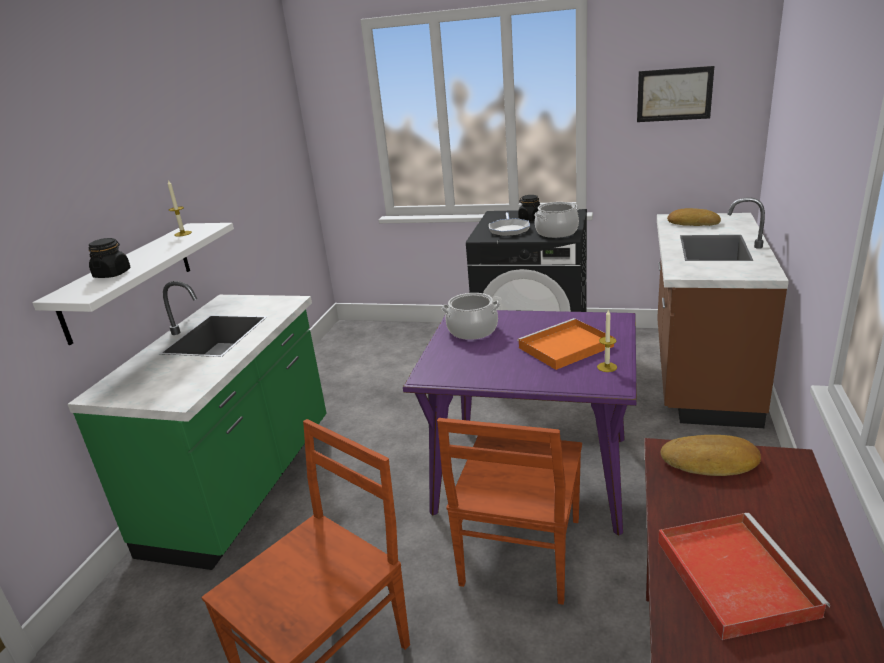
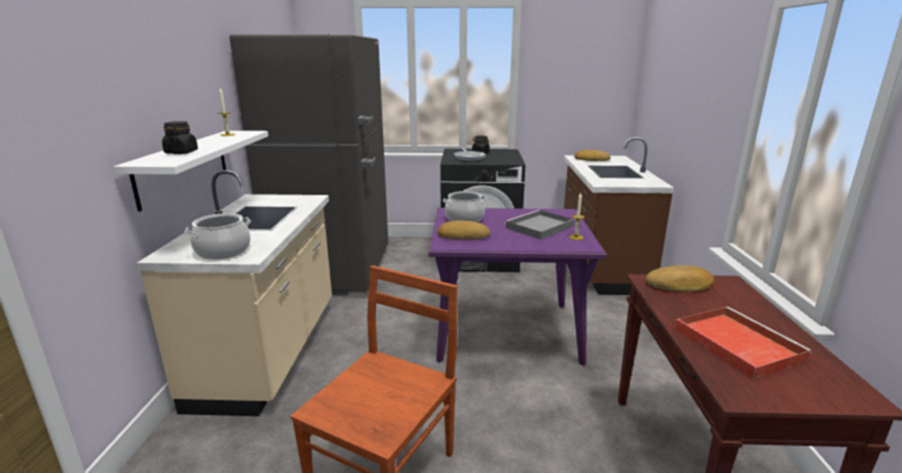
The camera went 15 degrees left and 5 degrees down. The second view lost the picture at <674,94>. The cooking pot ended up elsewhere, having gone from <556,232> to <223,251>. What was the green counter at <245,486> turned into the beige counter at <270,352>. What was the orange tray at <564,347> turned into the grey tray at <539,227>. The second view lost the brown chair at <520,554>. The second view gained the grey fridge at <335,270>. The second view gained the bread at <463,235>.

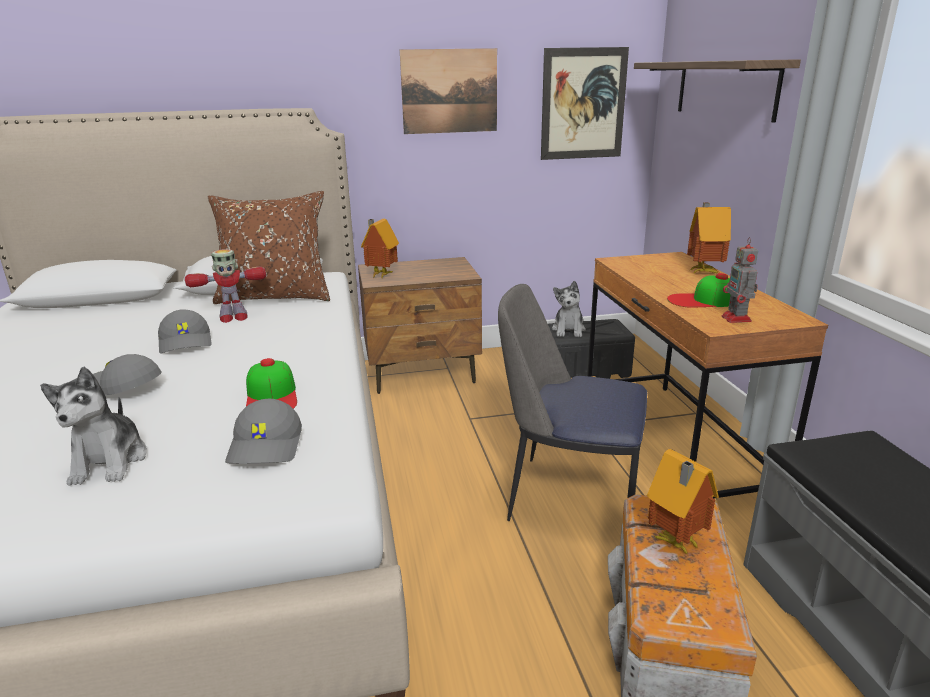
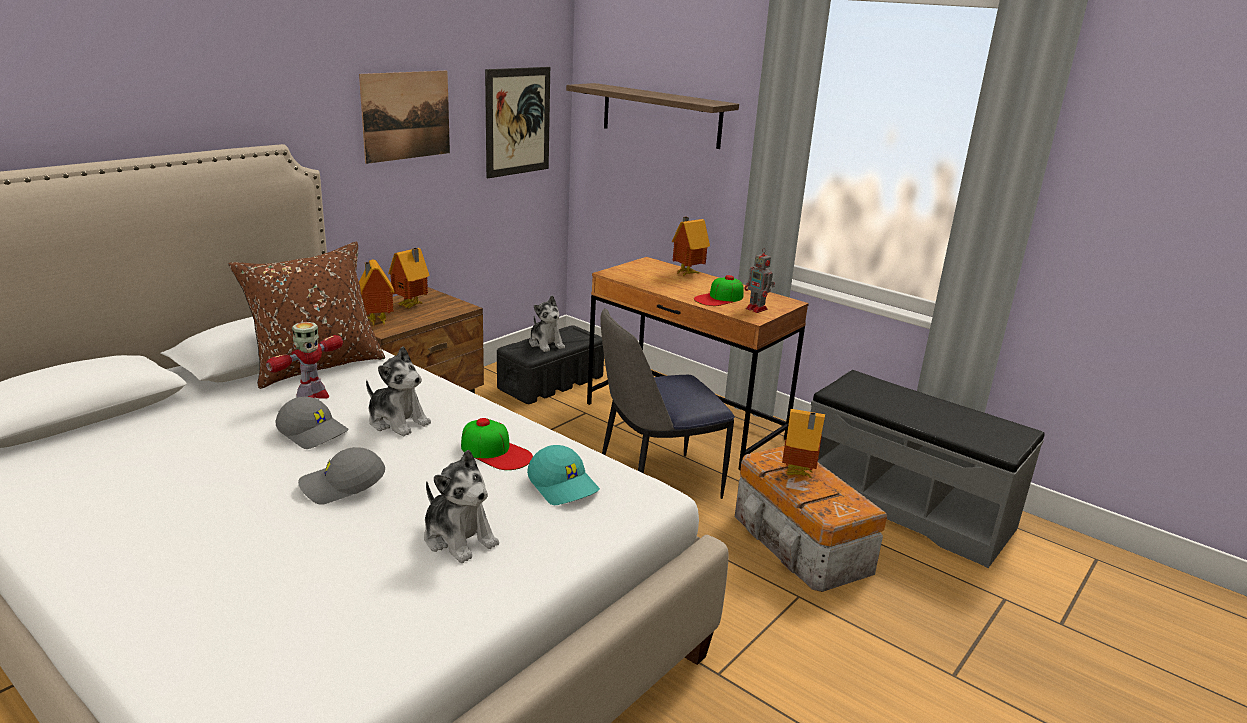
The camera went 40 degrees left and 0 degrees up. What was the grey cap at <267,446> turned into the turquoise cap at <564,485>. The second view gained the toy house at <411,306>. The second view gained the plush toy at <397,421>.

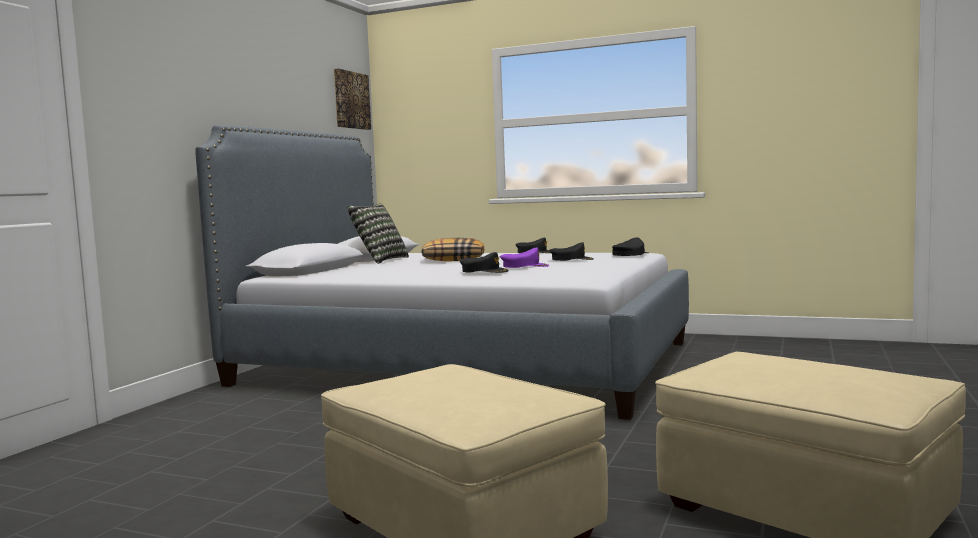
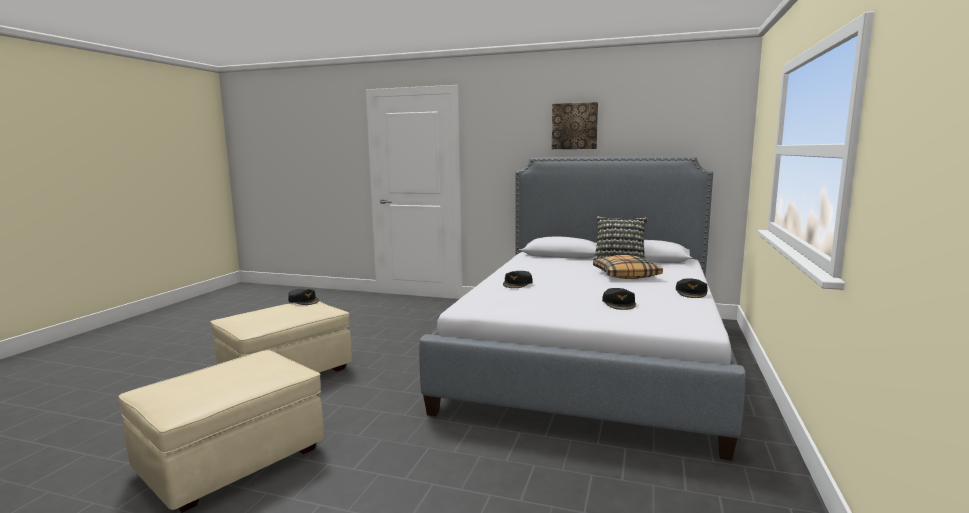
The camera went 85 degrees right and 5 degrees up. The picture ended up elsewhere, having gone from <351,100> to <574,126>. The black cap ended up elsewhere, having gone from <630,254> to <303,301>. The second view lost the purple cap at <524,266>.

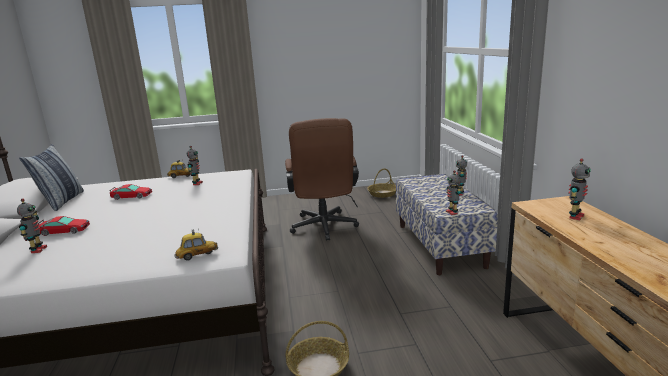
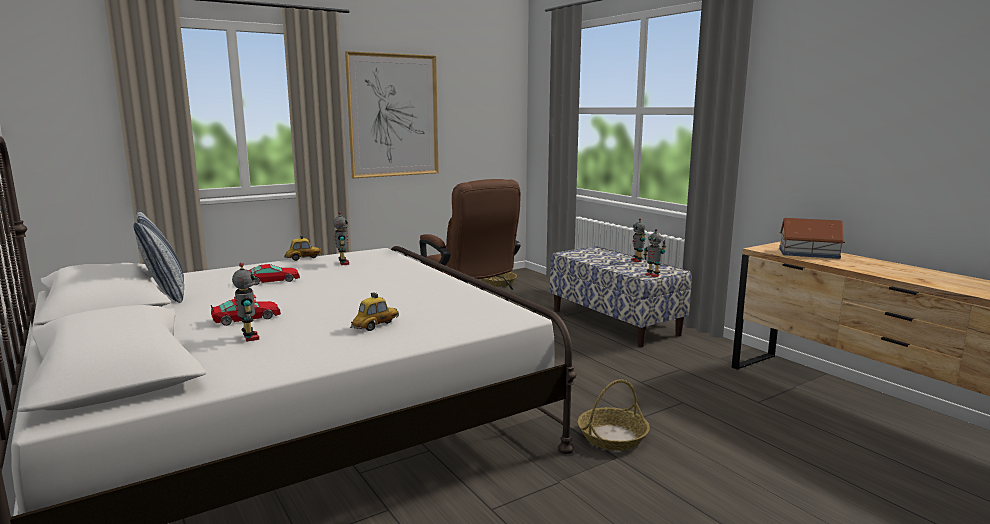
The camera went 25 degrees left and 5 degrees down. Where the toy robot stood at <575,216>, the toy house came to stand at <808,253>. The toy car ended up elsewhere, having gone from <197,255> to <376,326>. The second view gained the picture at <393,115>.

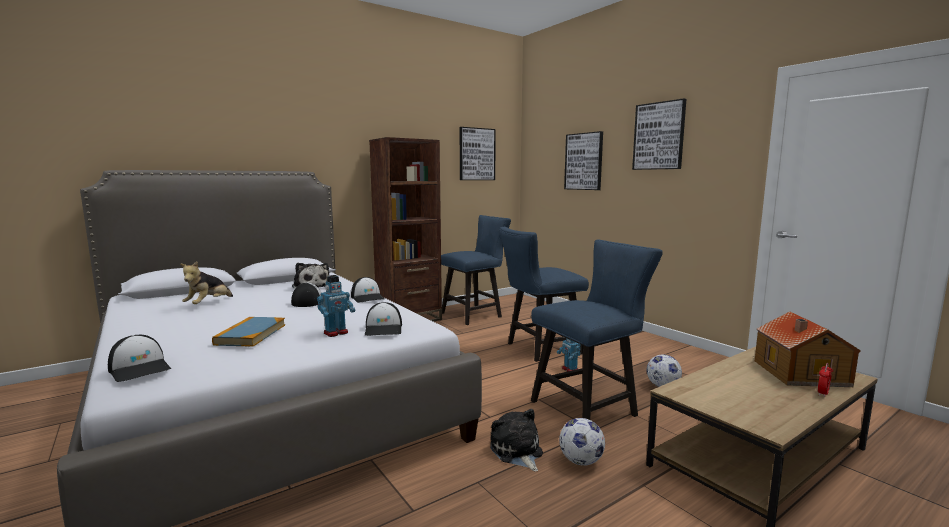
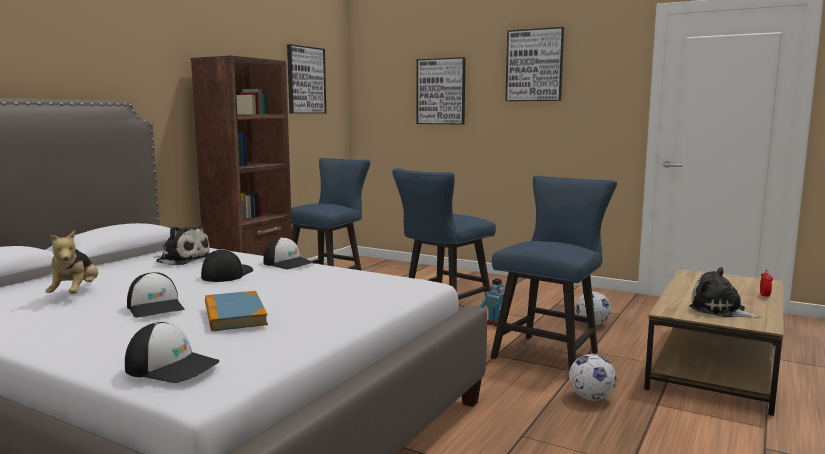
The camera went 25 degrees left and 0 degrees up. The second view lost the toy robot at <336,333>. The cap ended up elsewhere, having gone from <384,329> to <156,307>. The second view lost the toy house at <799,373>. The plush toy ended up elsewhere, having gone from <517,452> to <720,310>.

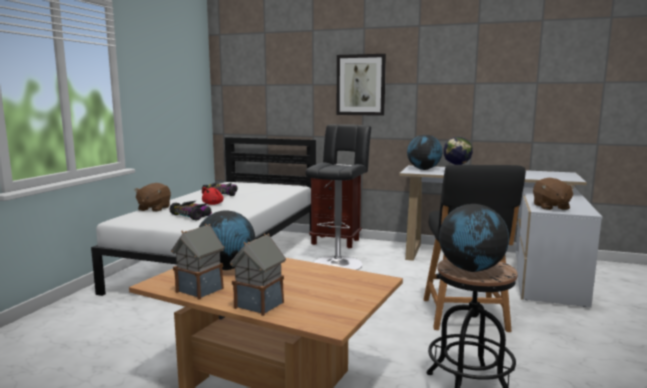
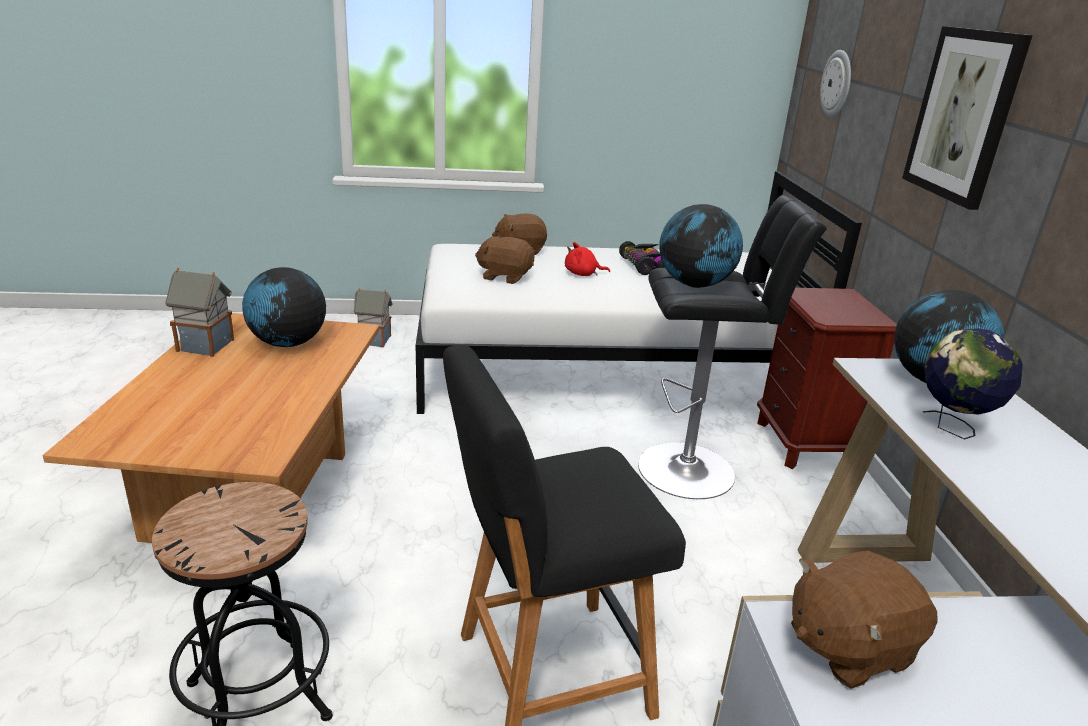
The camera went 65 degrees right and 15 degrees up. Where the toy car stood at <192,216>, the brown plush toy came to stand at <505,276>. The globe ended up elsewhere, having gone from <471,269> to <695,285>. The toy house ended up elsewhere, having gone from <259,304> to <375,340>. The second view gained the wall clock at <837,84>.

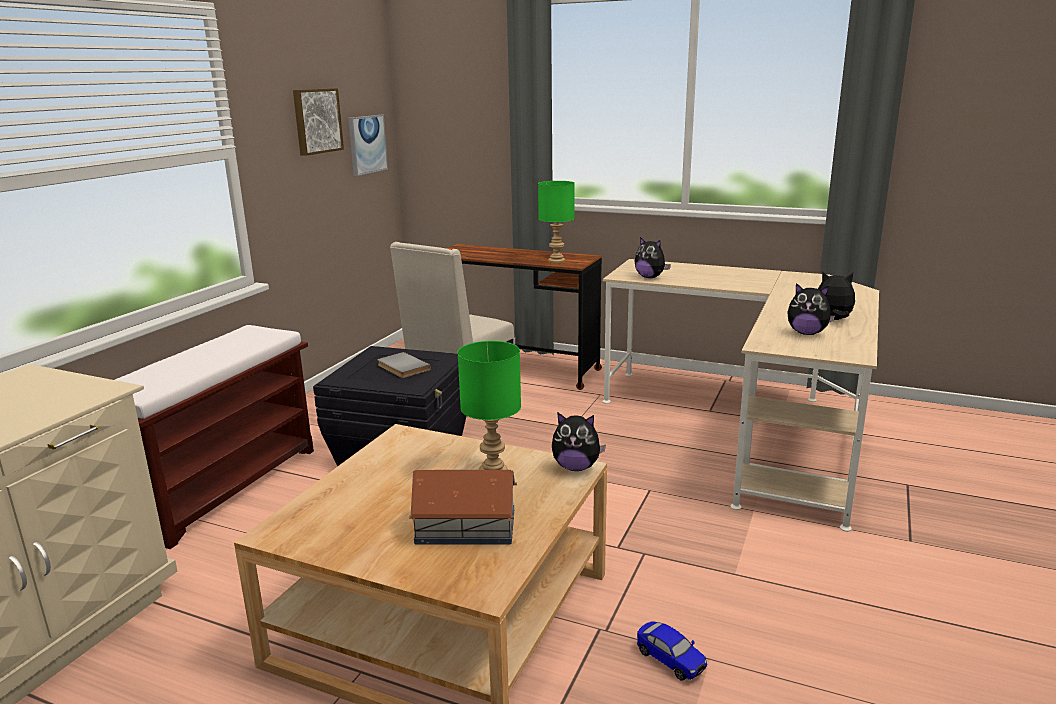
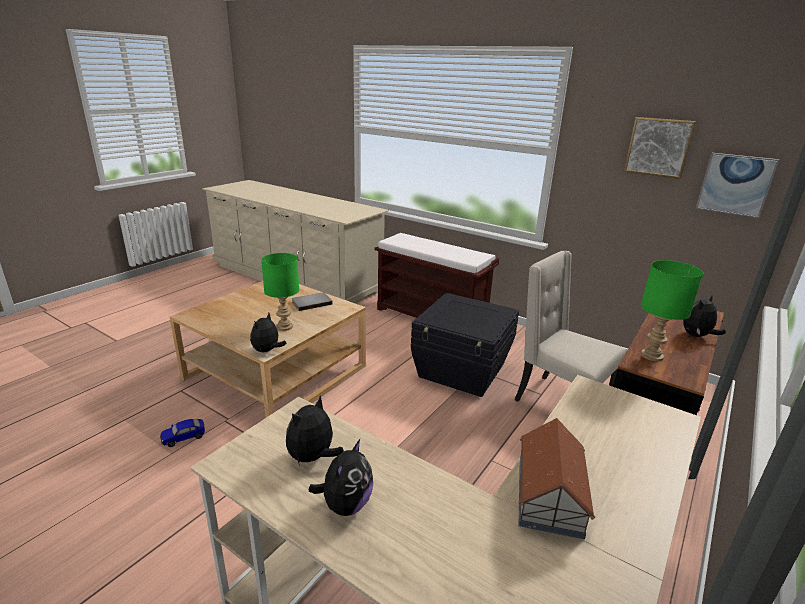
The camera went 100 degrees right and 5 degrees up. The plush toy ended up elsewhere, having gone from <650,277> to <697,336>. The grey book ended up elsewhere, having gone from <401,367> to <311,302>. The toy house ended up elsewhere, having gone from <464,526> to <550,494>.

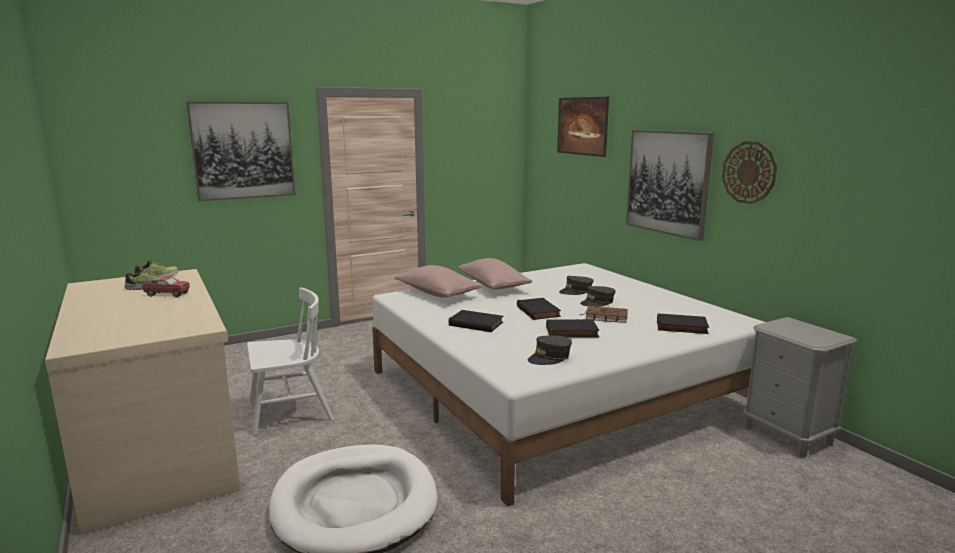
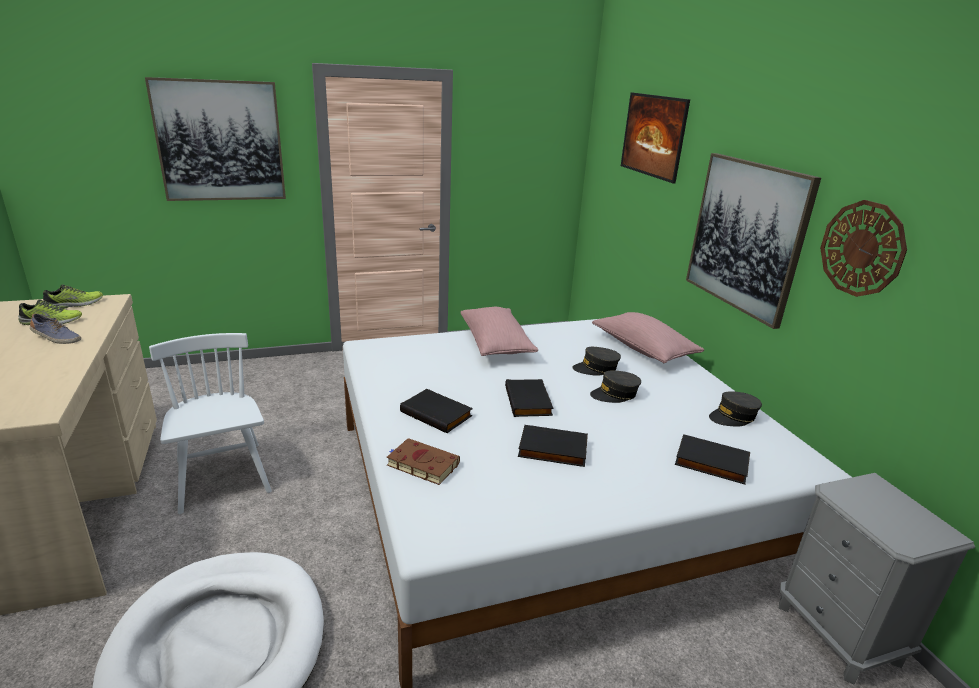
The camera went 10 degrees right and 10 degrees up. The pink pillow ended up elsewhere, having gone from <437,294> to <643,349>. Where the toy truck stood at <167,294>, the shoe came to stand at <56,338>. The white chair at <289,412> ended up facing another way, 105 degrees counterclockwise from before. The brown book ended up elsewhere, having gone from <605,317> to <421,464>. The grey cap ended up elsewhere, having gone from <549,357> to <733,417>.

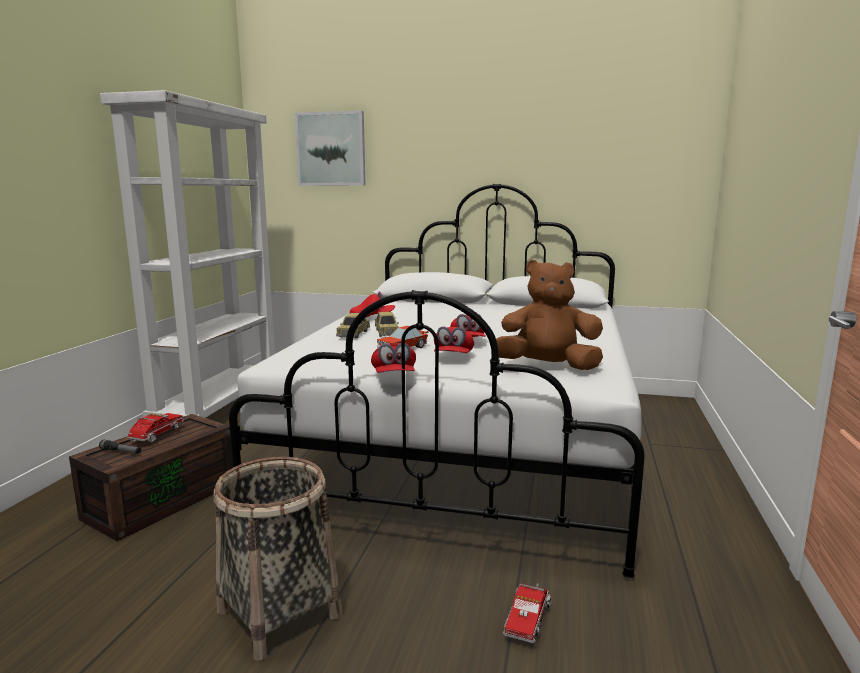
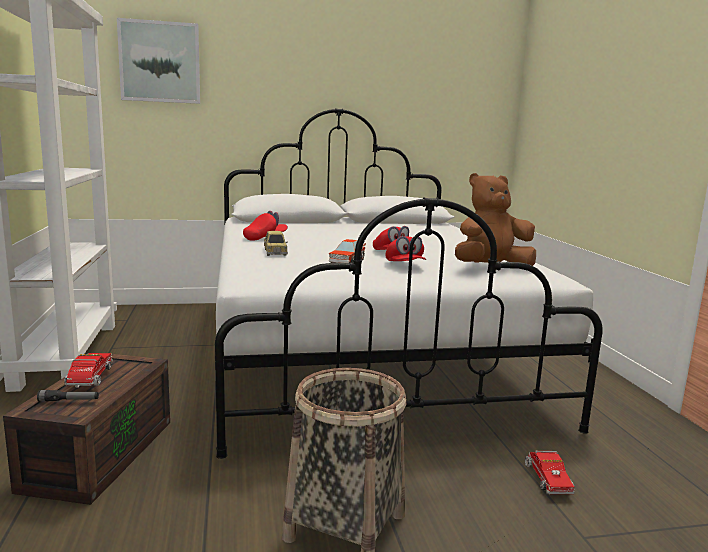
The camera went 25 degrees left and 0 degrees up. The second view lost the toy car at <386,332>. The second view lost the red cap at <394,377>.

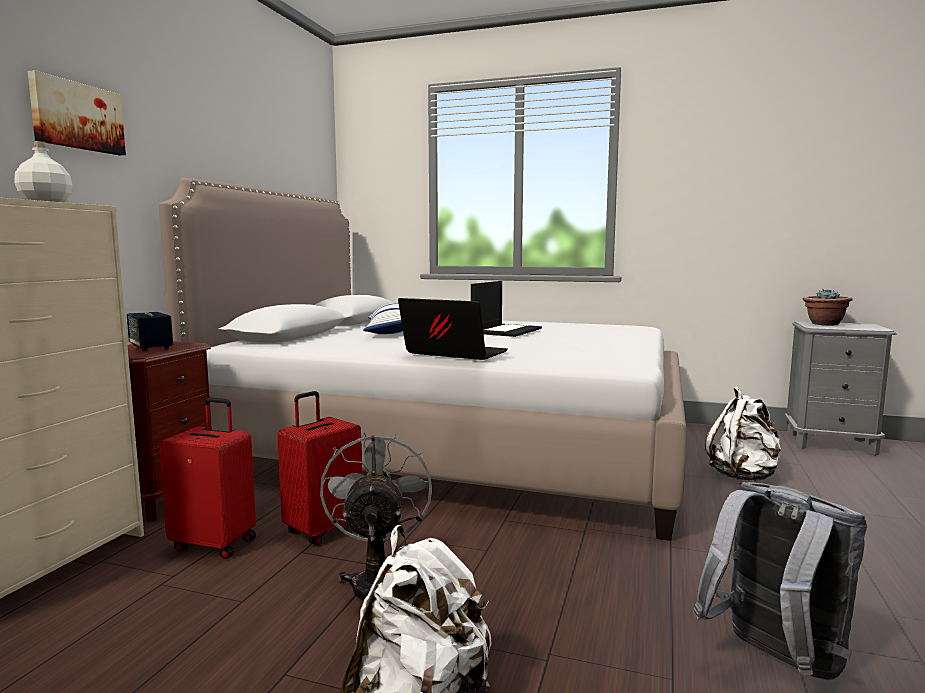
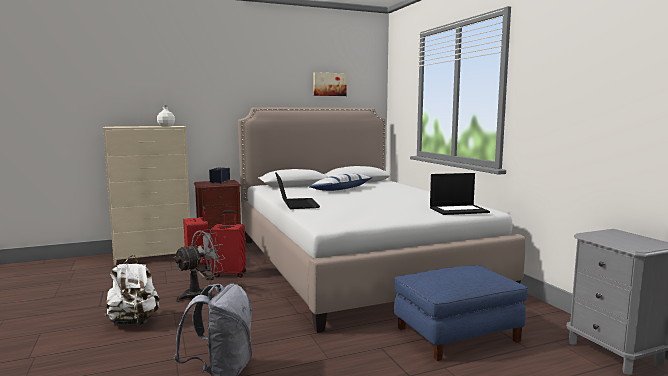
The camera went 50 degrees right and 0 degrees up. The picture ended up elsewhere, having gone from <77,116> to <329,84>. The laptop ended up elsewhere, having gone from <506,330> to <459,210>. The second view lost the potted plant at <824,324>. Where the white backpack stood at <743,476>, the blue ottoman came to stand at <457,334>.

